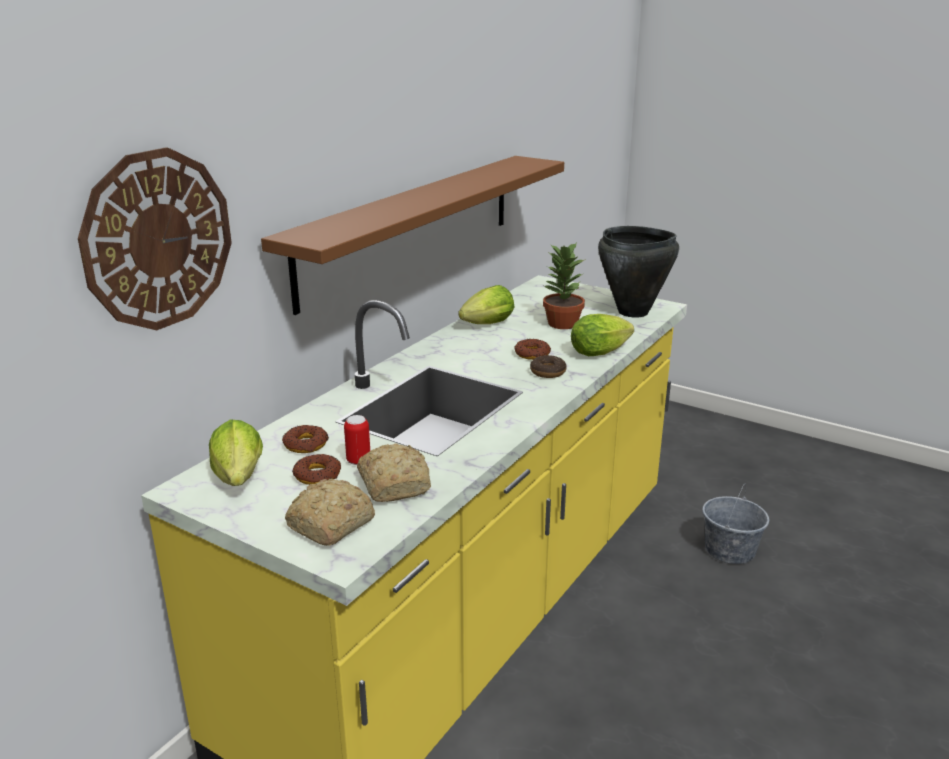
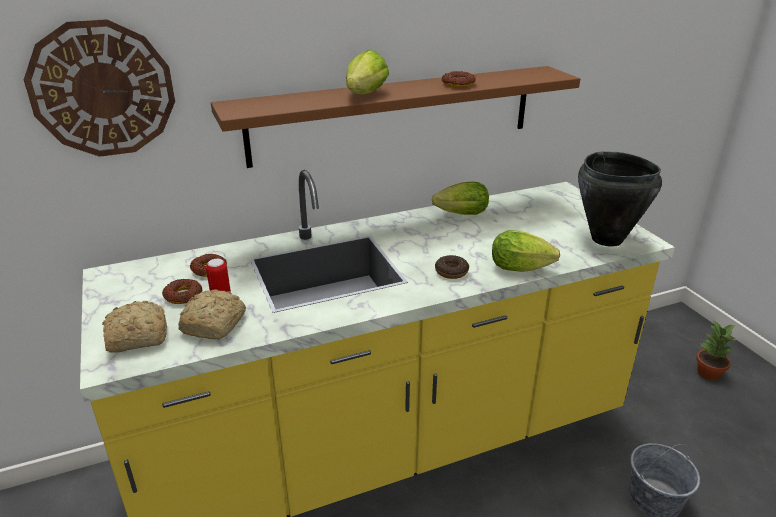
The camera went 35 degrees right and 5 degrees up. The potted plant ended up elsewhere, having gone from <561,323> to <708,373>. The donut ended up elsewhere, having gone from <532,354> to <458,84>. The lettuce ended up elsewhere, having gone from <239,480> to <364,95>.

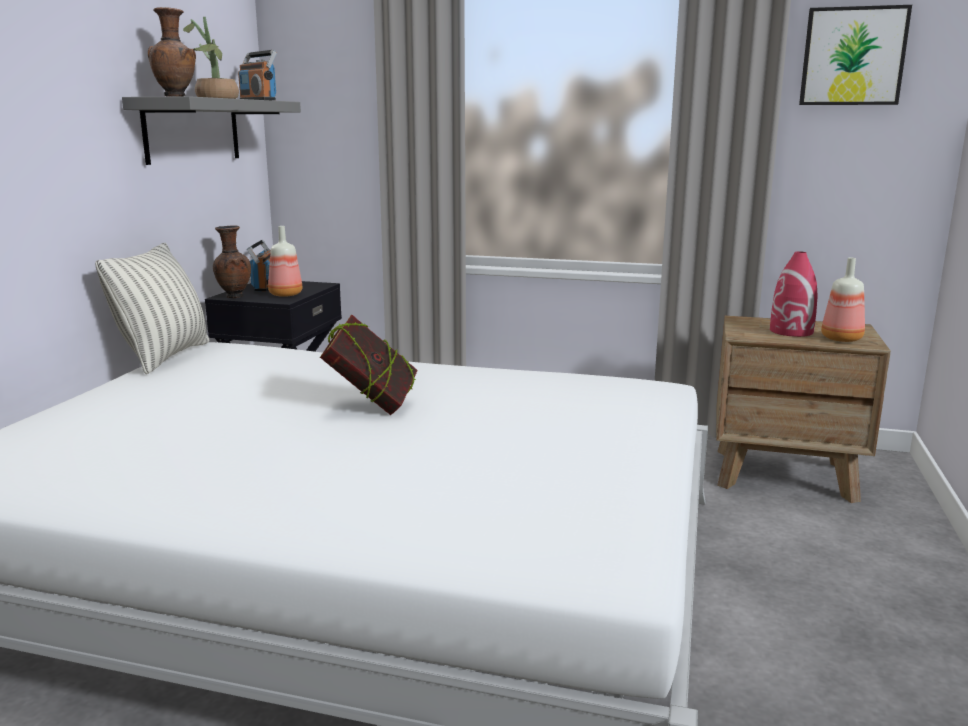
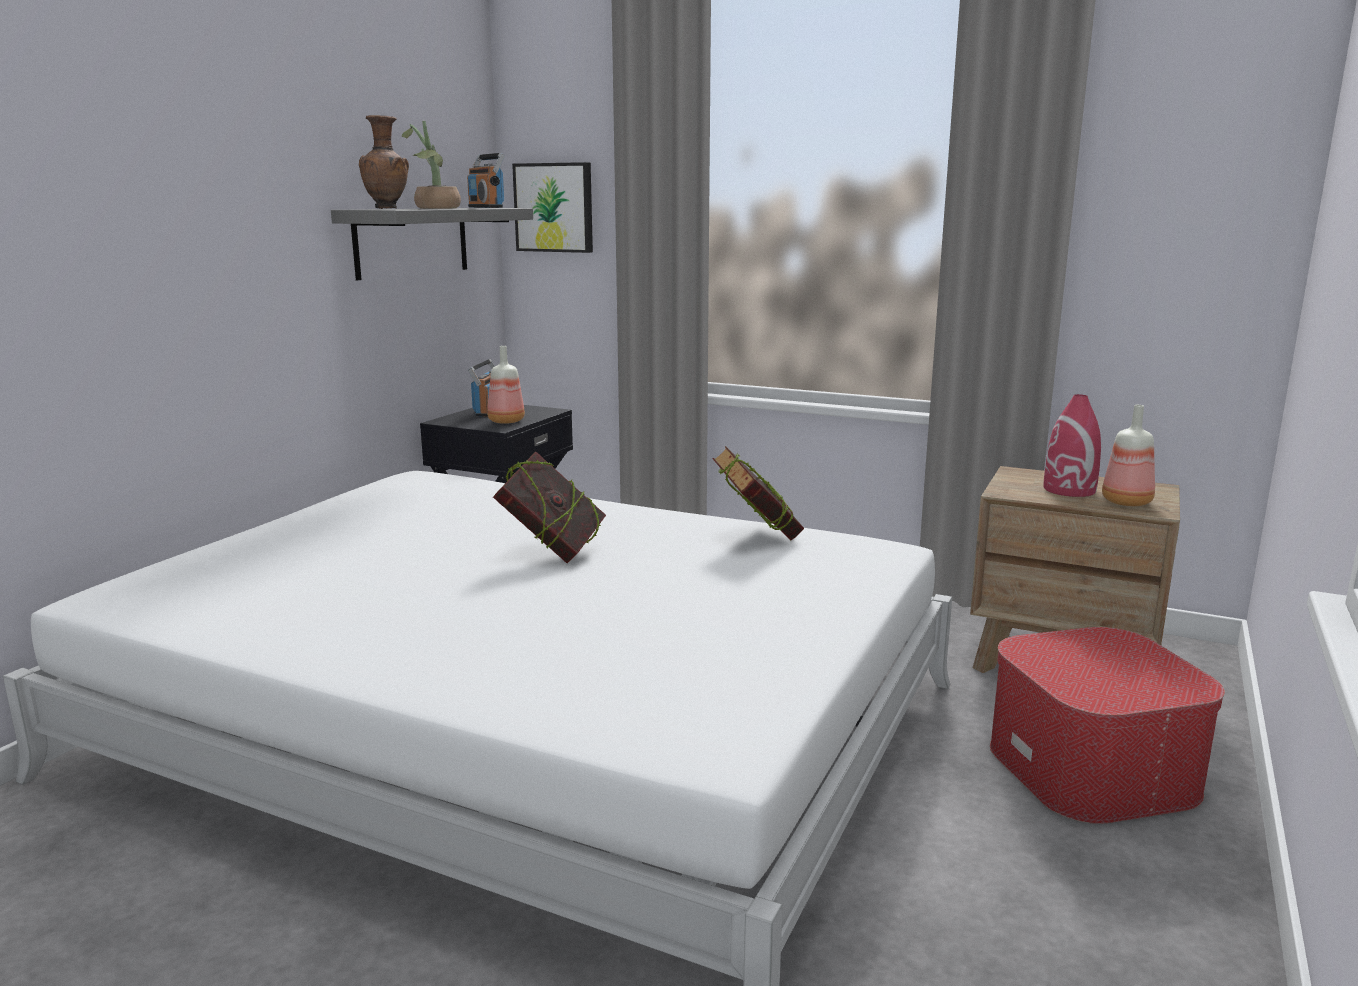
The camera went 10 degrees right and 0 degrees up. The picture ended up elsewhere, having gone from <852,57> to <555,207>. The second view lost the brown vase at <233,297>. The second view lost the pillow at <164,357>. The second view gained the book at <757,537>. The second view gained the ottoman at <1093,768>.

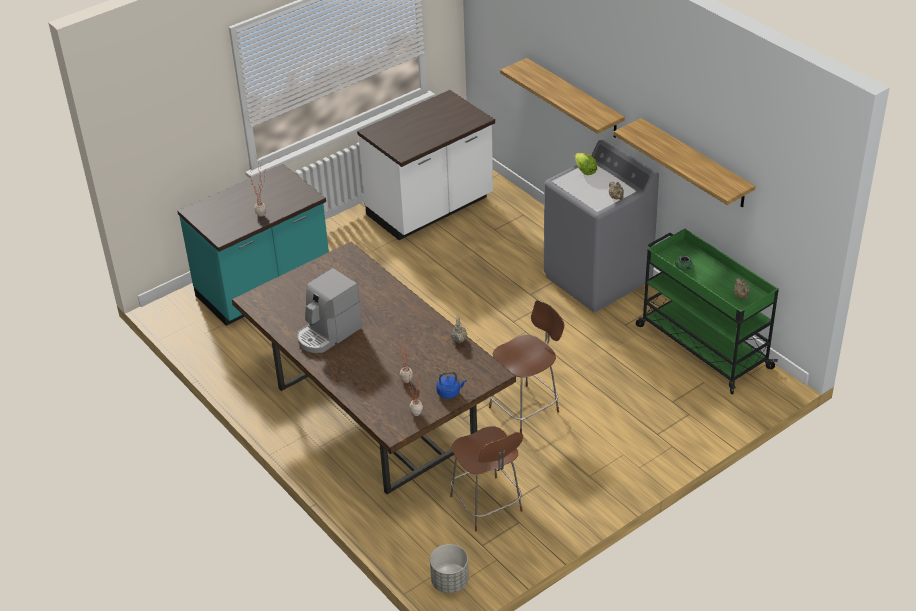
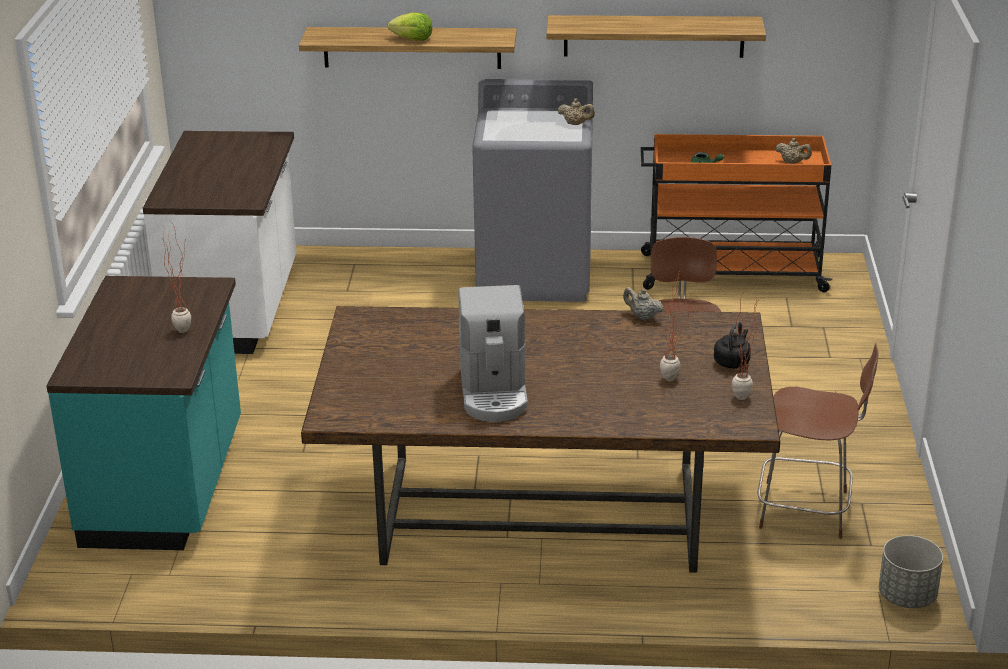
The camera went 50 degrees left and 10 degrees down. The lettuce ended up elsewhere, having gone from <584,170> to <412,39>. What was the green cart at <702,346> turned into the orange cart at <730,273>. What was the blue kettle at <450,392> turned into the black kettle at <732,361>.

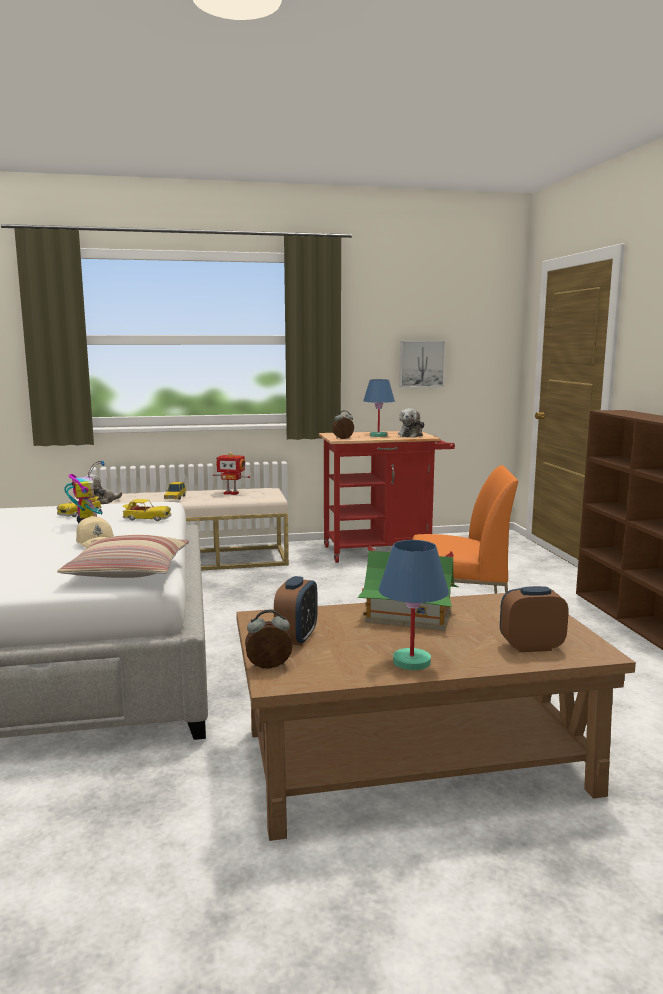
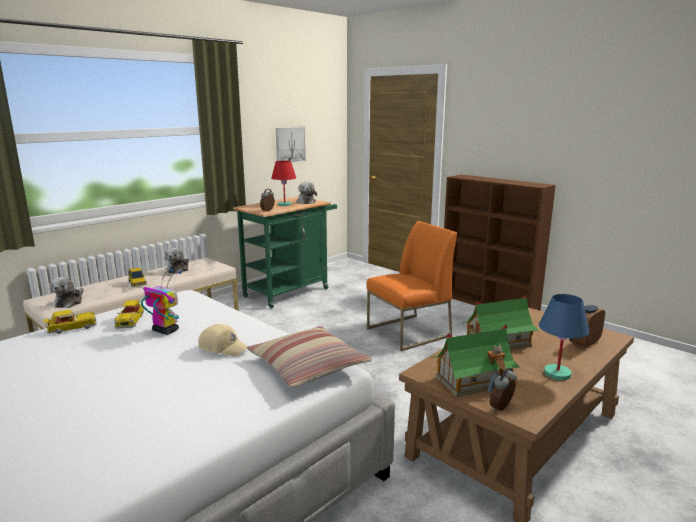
The camera went 35 degrees left and 5 degrees up. What was the blue table lamp at <378,435> turned into the red table lamp at <285,205>. What was the red cart at <383,551> turned into the green cart at <290,291>. Where the toy robot stood at <231,493>, the plush toy came to stand at <179,269>. The toy car ended up elsewhere, having gone from <146,518> to <71,328>. Where the alarm clock stood at <296,638>, the toy house came to stand at <473,380>.

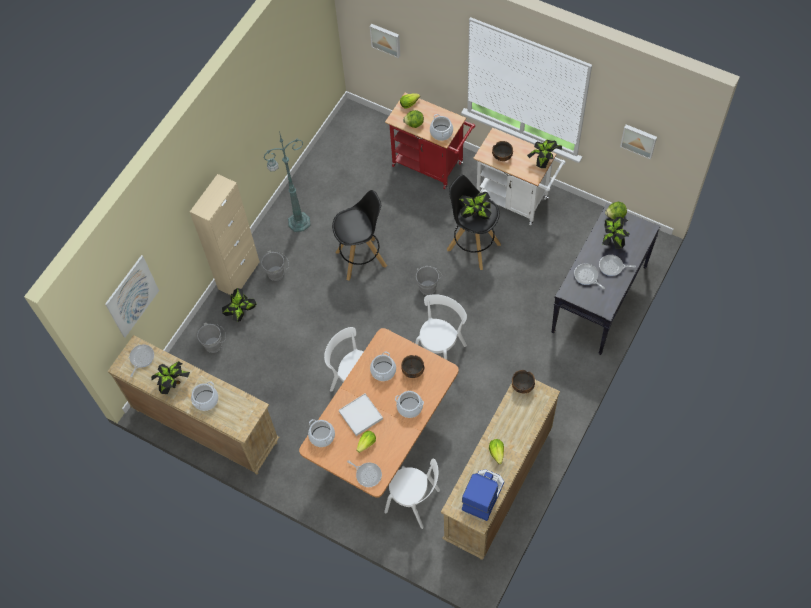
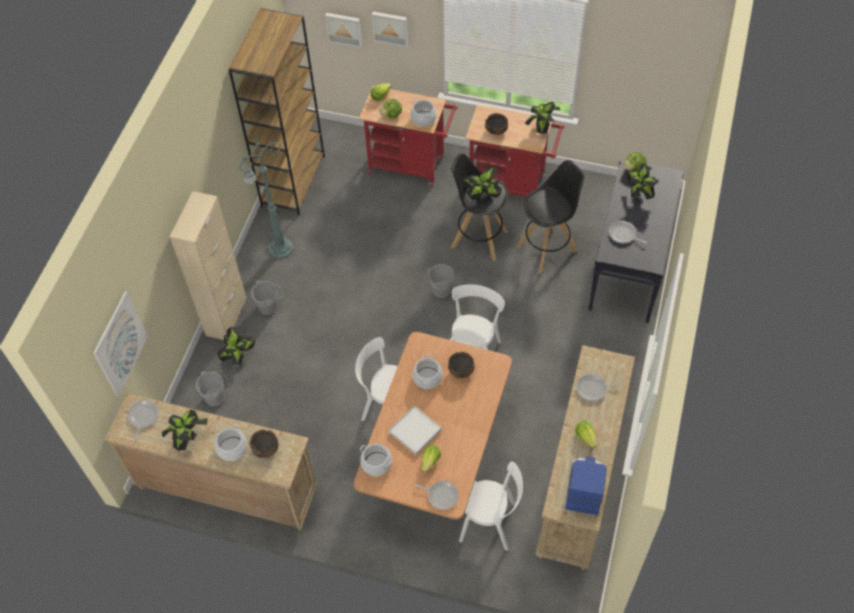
The camera went 15 degrees left and 5 degrees down. The picture ended up elsewhere, having gone from <639,140> to <390,27>. What was the white cart at <516,201> turned into the red cart at <511,184>. The black stool ended up elsewhere, having gone from <361,259> to <547,248>. The frying pan ended up elsewhere, having gone from <612,267> to <593,389>. The bowl ended up elsewhere, having gone from <523,386> to <266,449>. The second view lost the cooking pot at <409,407>. The second view gained the brown bookcase at <293,180>.

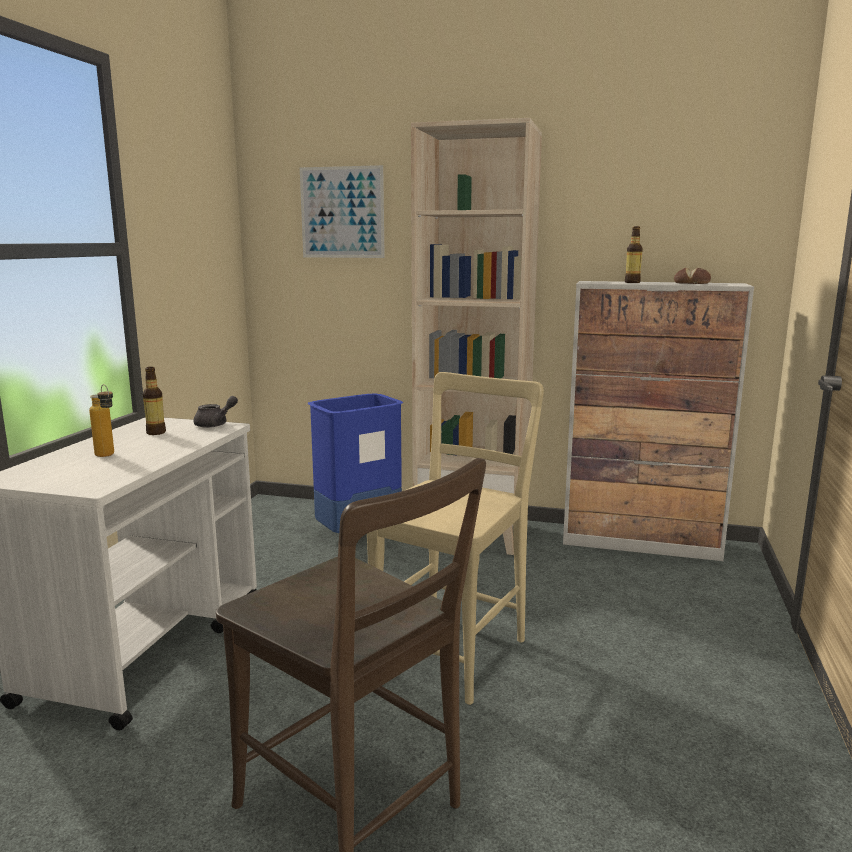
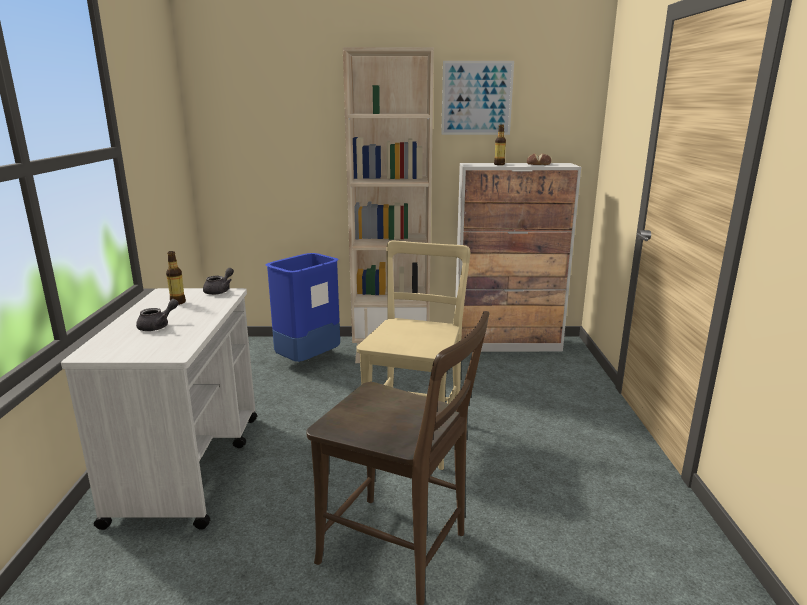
The camera went 15 degrees left and 5 degrees up. The picture ended up elsewhere, having gone from <342,212> to <477,98>. Where the bottle stood at <108,456>, the grey teapot came to stand at <158,326>.

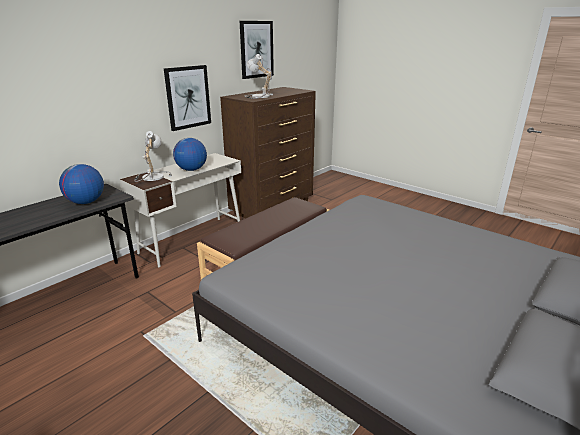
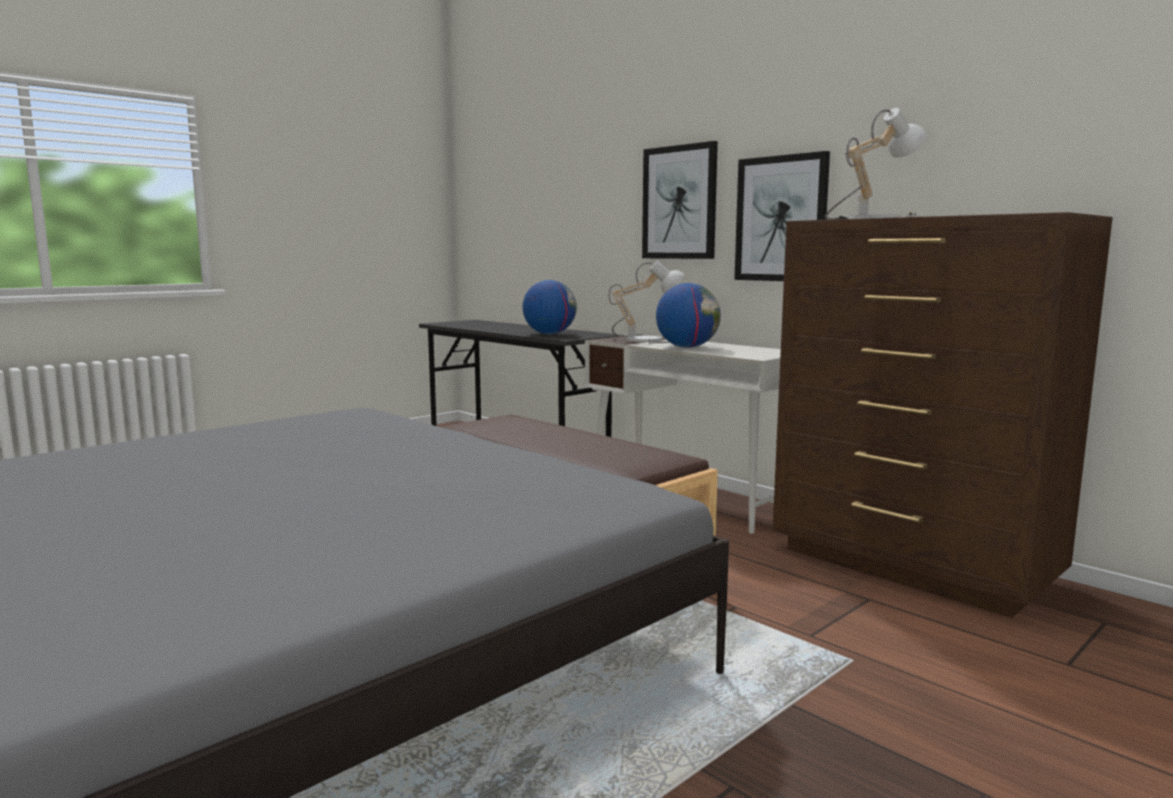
The camera went 95 degrees right and 15 degrees down. The picture ended up elsewhere, having gone from <256,49> to <679,202>.

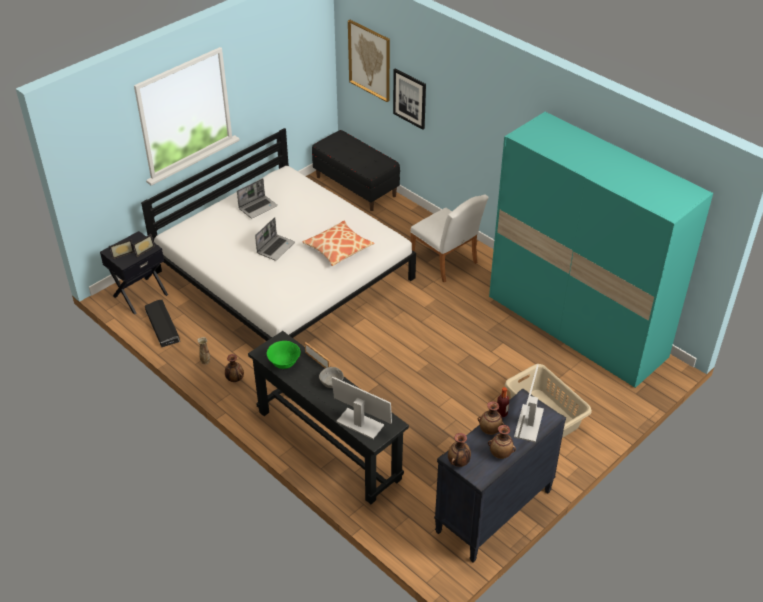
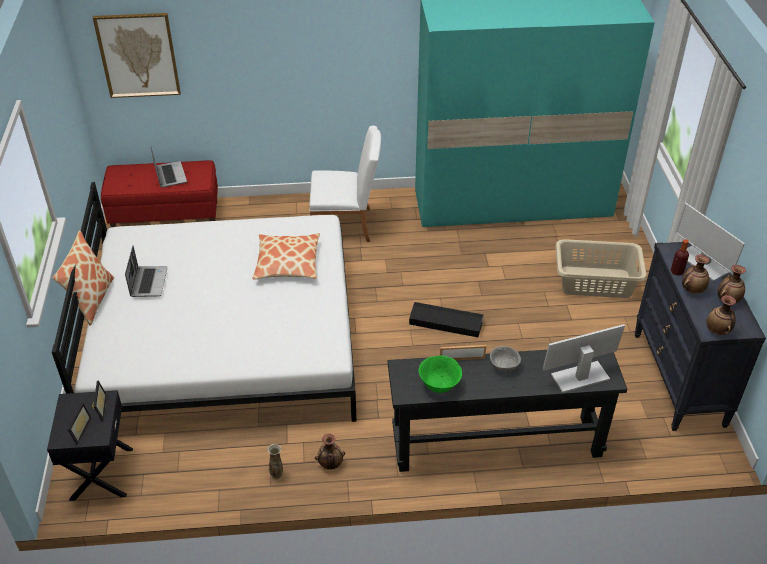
The camera went 50 degrees left and 0 degrees up. The second view lost the picture at <410,98>. What was the black bench at <356,186> turned into the red bench at <166,217>. The laptop ended up elsewhere, having gone from <276,248> to <169,175>. The black storage box ended up elsewhere, having gone from <162,326> to <445,323>. The second view gained the pillow at <91,300>.

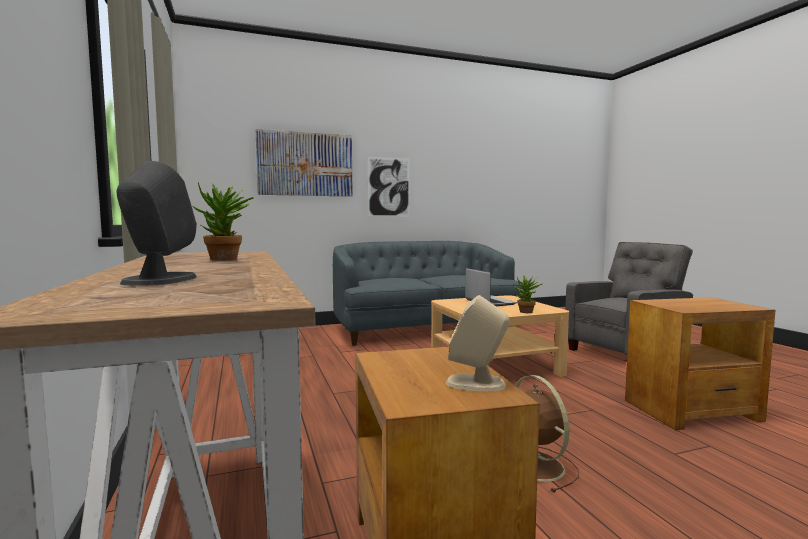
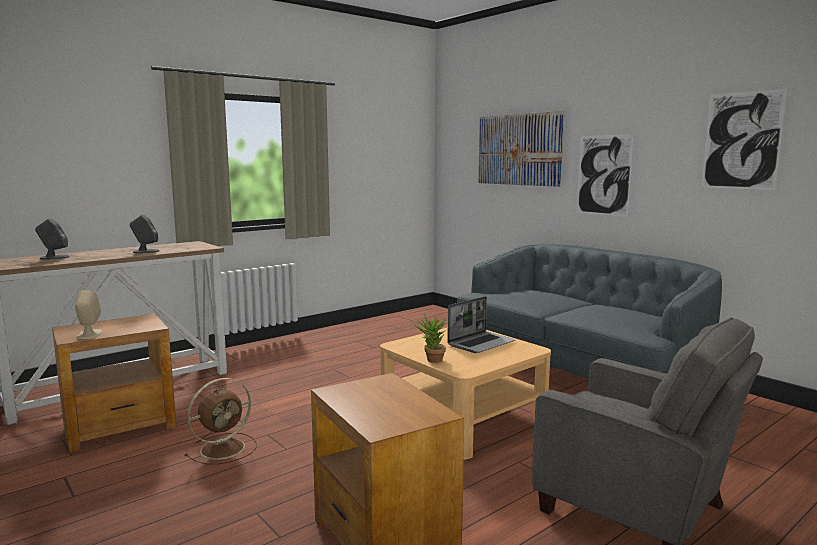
The camera went 70 degrees right and 5 degrees up. Where the potted plant stood at <225,259>, the grey speaker came to stand at <145,251>. The second view gained the picture at <741,141>.

